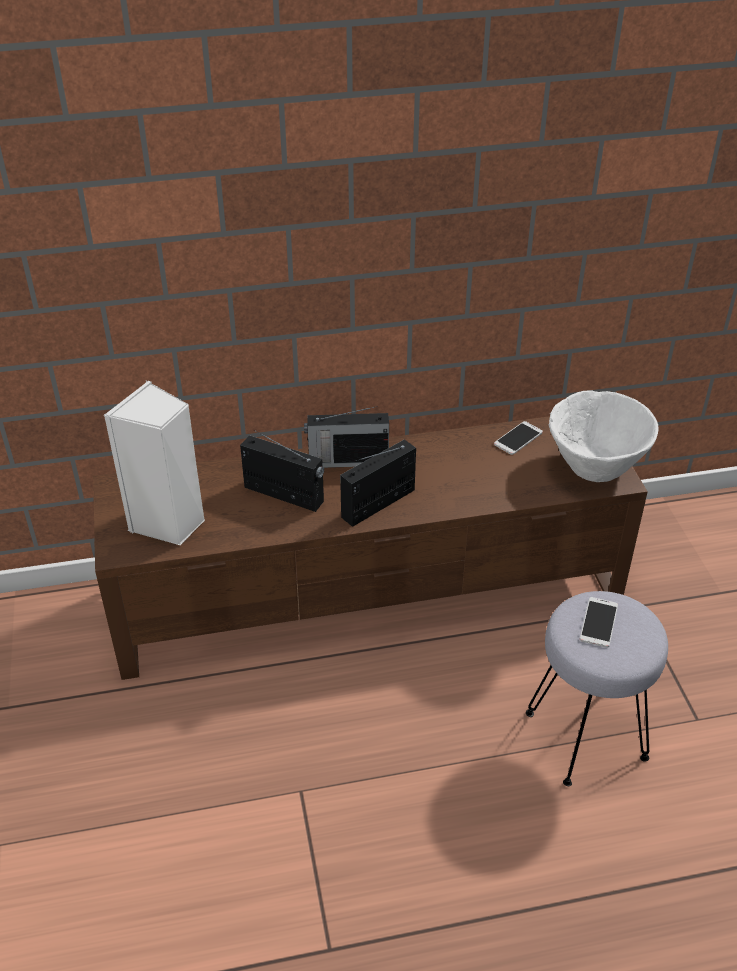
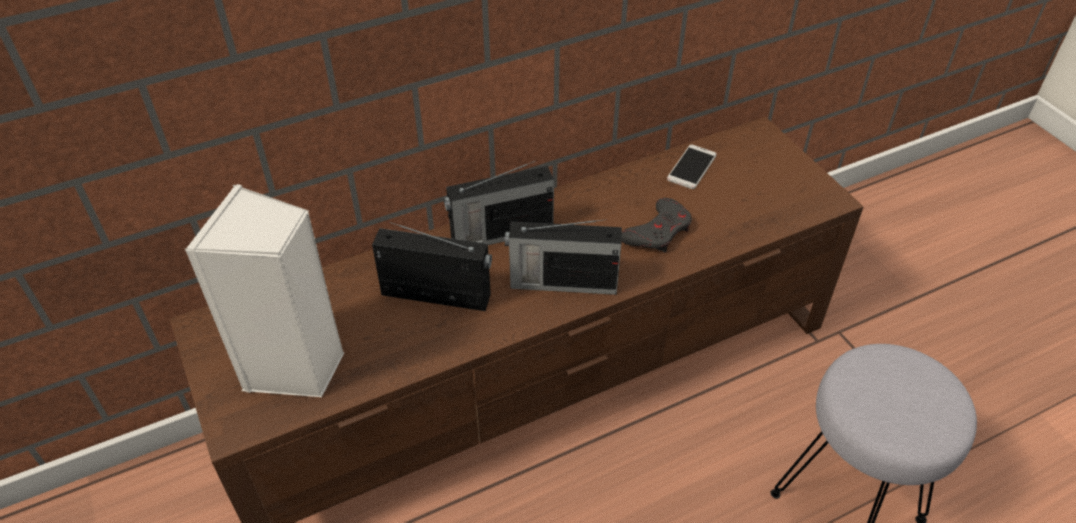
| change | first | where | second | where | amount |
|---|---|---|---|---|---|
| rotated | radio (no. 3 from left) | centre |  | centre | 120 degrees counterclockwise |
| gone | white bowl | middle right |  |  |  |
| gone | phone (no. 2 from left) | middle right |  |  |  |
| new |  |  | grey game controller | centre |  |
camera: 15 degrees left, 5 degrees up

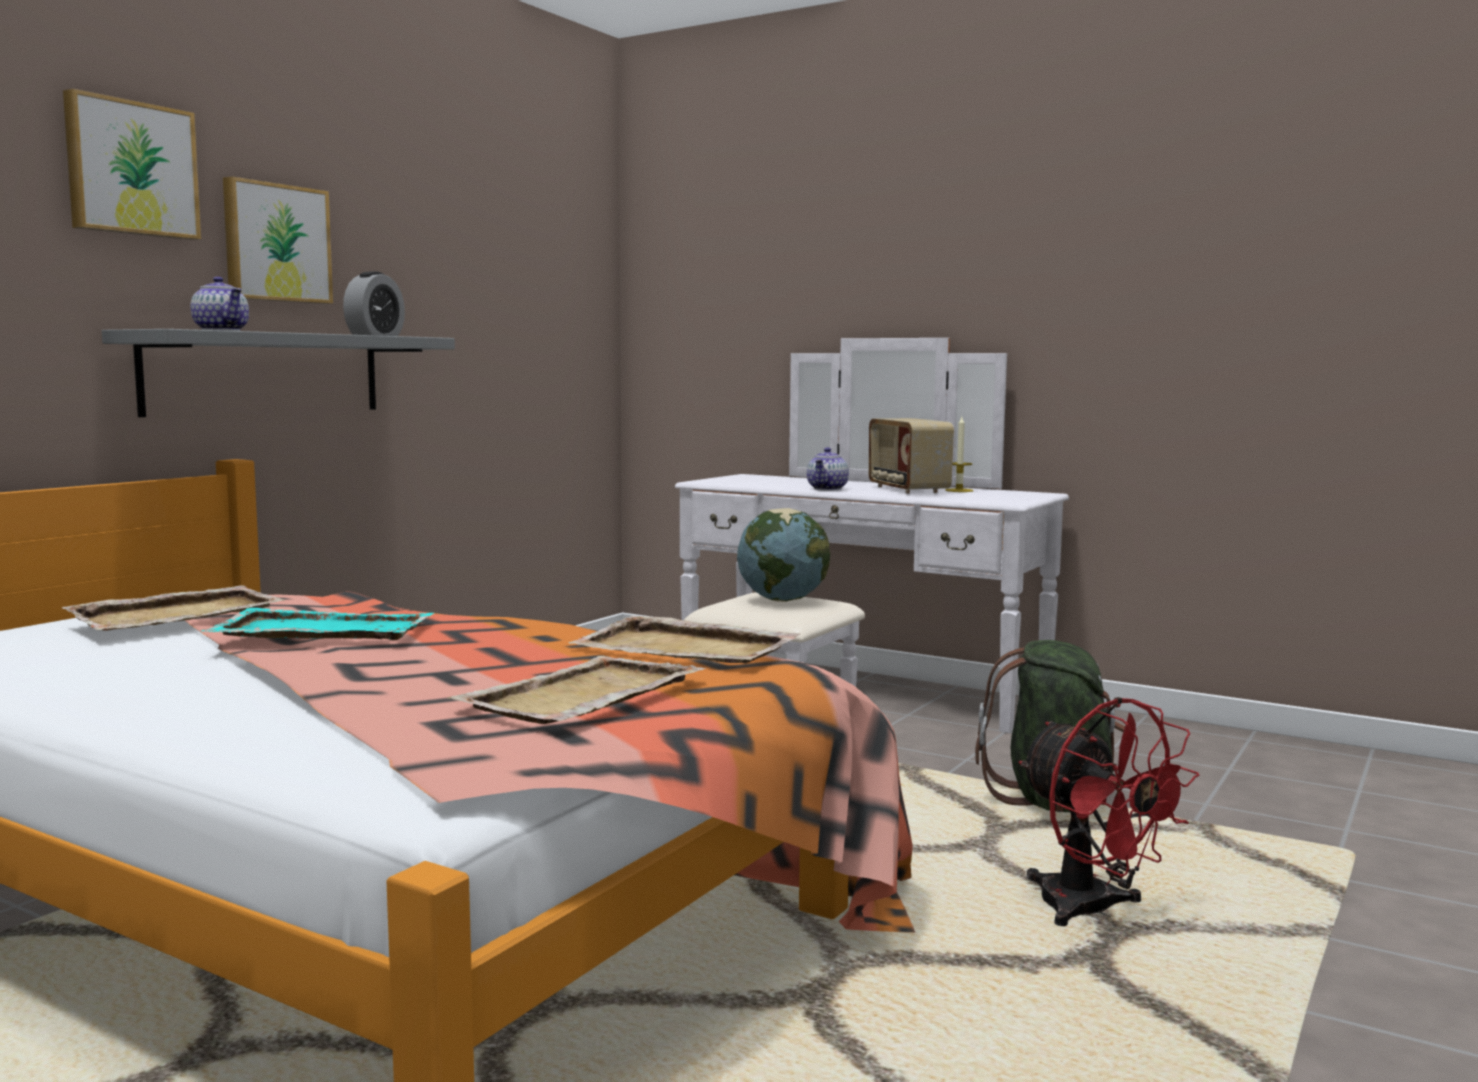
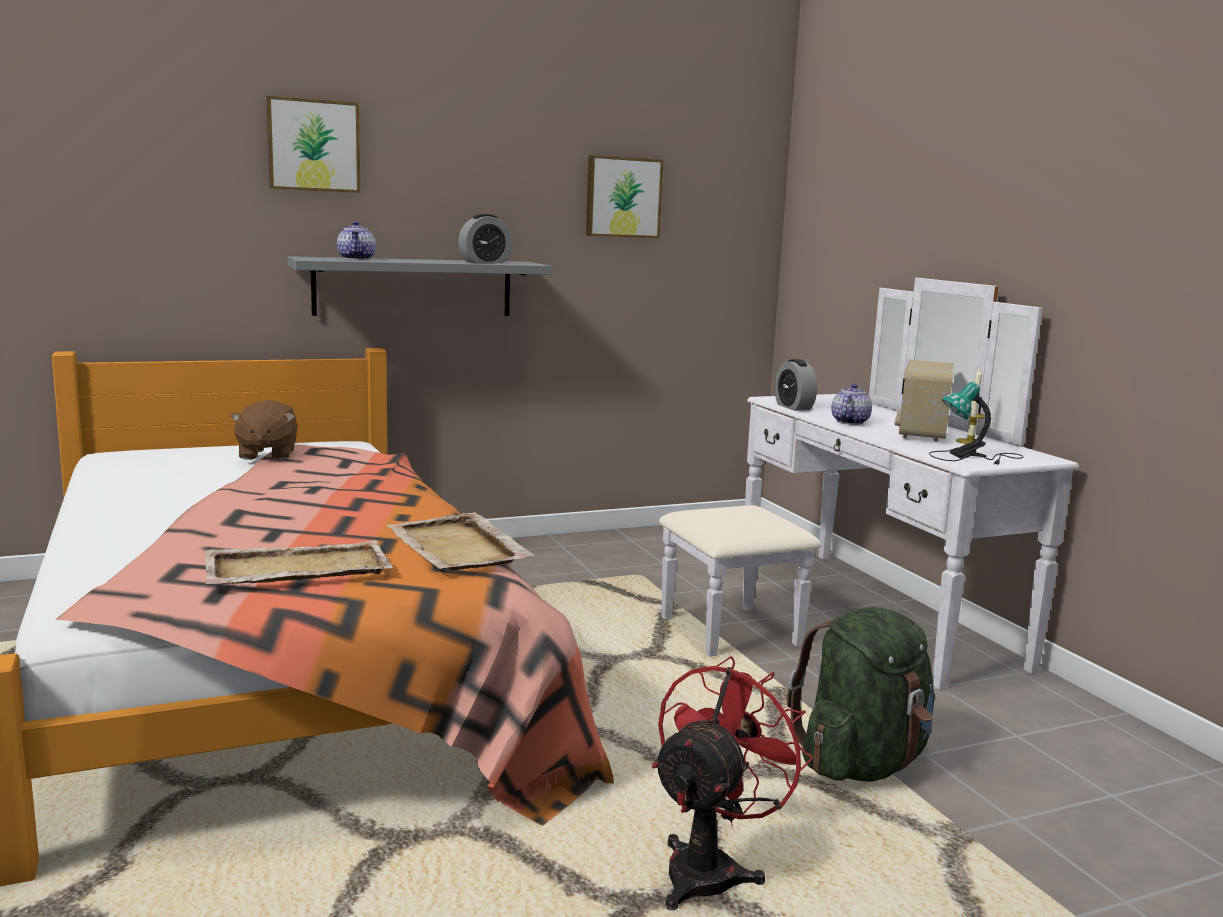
| change | first | where | second | where | amount |
|---|---|---|---|---|---|
| swapped | beige tray (no. 1 from left) | middle left | brown plush toy | middle left |  |
| gone | turquoise tray | middle left |  |  |  |
| shifted | picture (no. 2 from left) | top left |  | top centre |  |
| gone | globe | centre |  |  |  |
| rotated | teapot (no. 2 from left) | centre |  | middle right | 150 degrees clockwise |
| rotated | red fan | bottom right |  | bottom centre | 150 degrees counterclockwise |
| new |  |  | alarm clock (no. 2 from left) | centre |  |
| new |  |  | table lamp | middle right |  |
camera: 35 degrees right, 5 degrees up

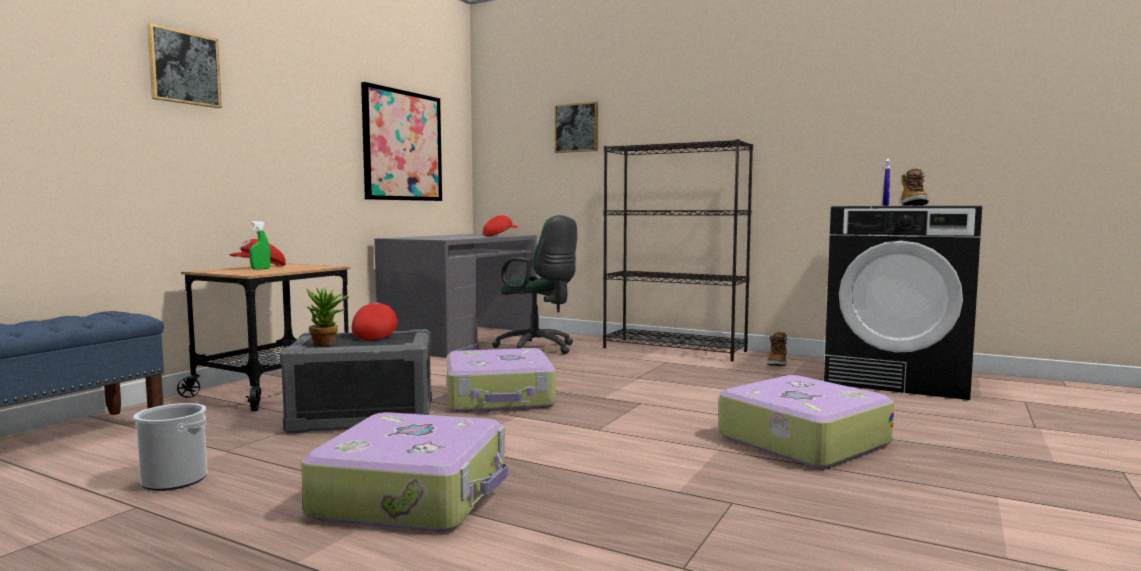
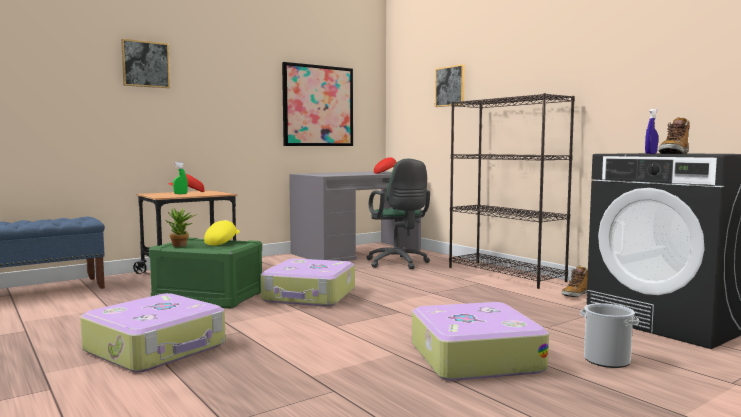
| change | first | where | second | where | amount |
|---|---|---|---|---|---|
| shifted | bucket | bottom left |  | bottom right |  |
| repainted | grey storage box | bottom left | green storage box | middle left |  |
| repainted | red cap (no. 2 from left) | middle left | yellow cap | middle left |  |
camera: 25 degrees right, 0 degrees up

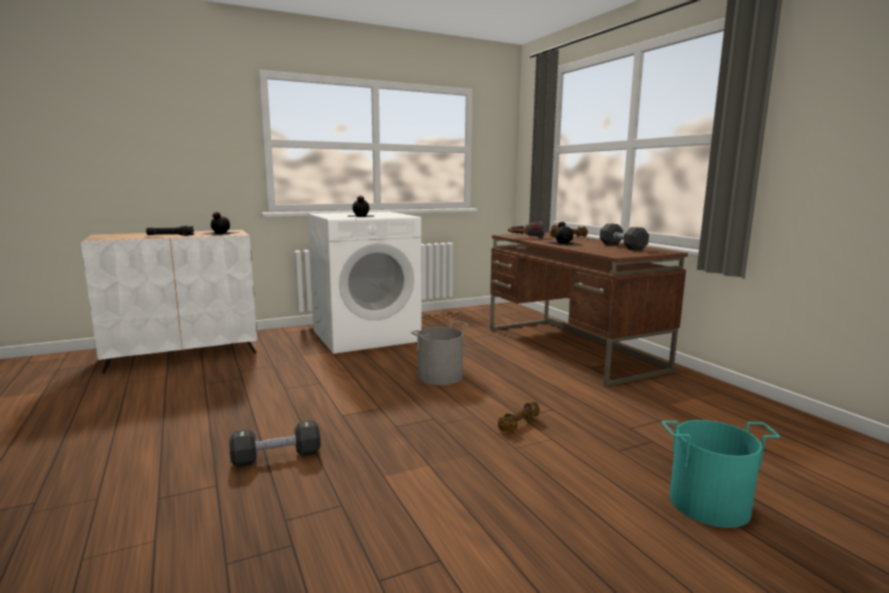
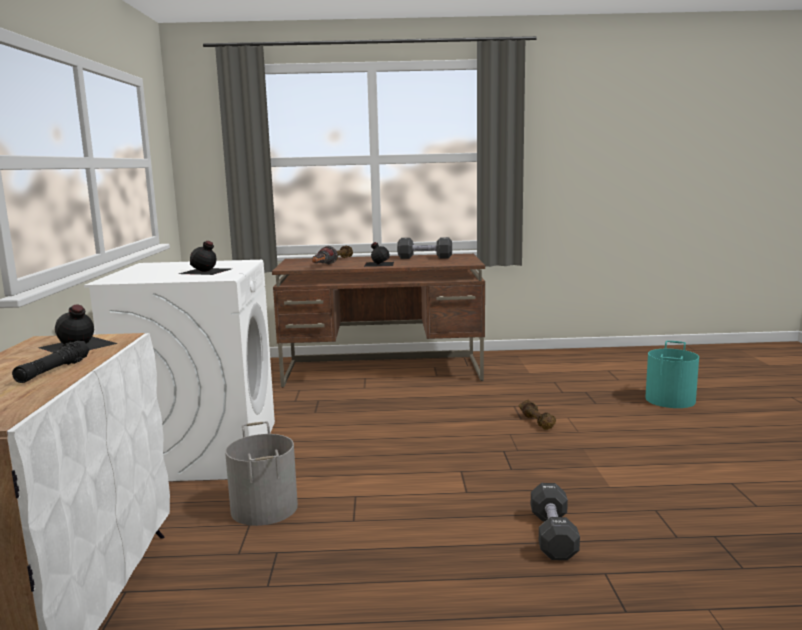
| change | first | where | second | where | amount |
|---|---|---|---|---|---|
| shifted | grey bucket | centre |  | bottom left |  |
camera: 65 degrees left, 0 degrees up

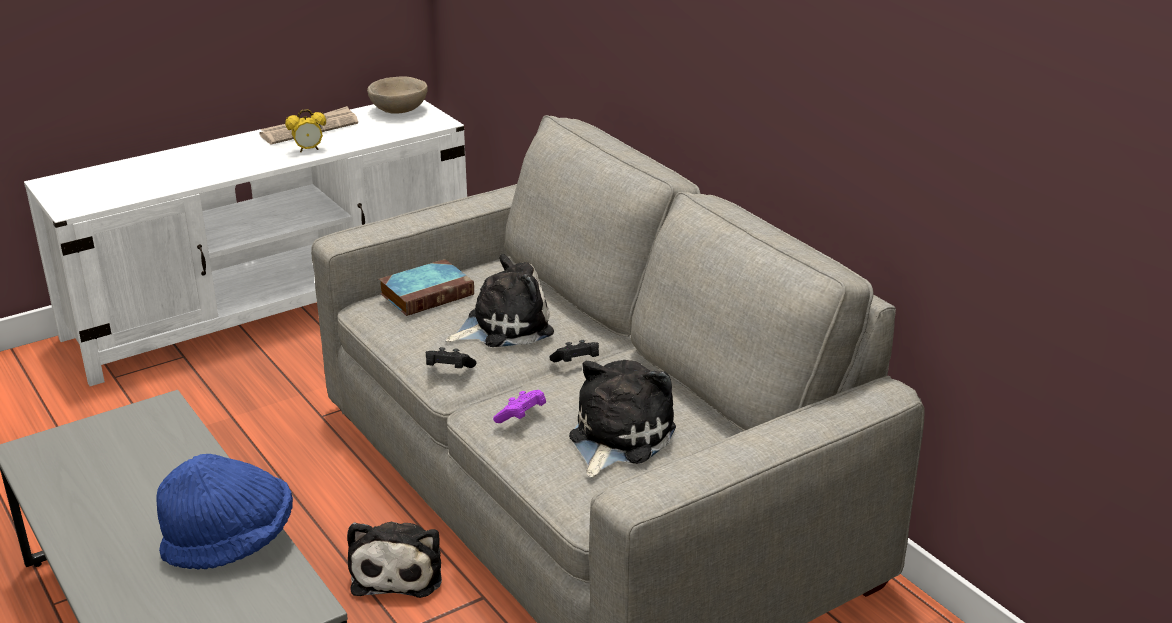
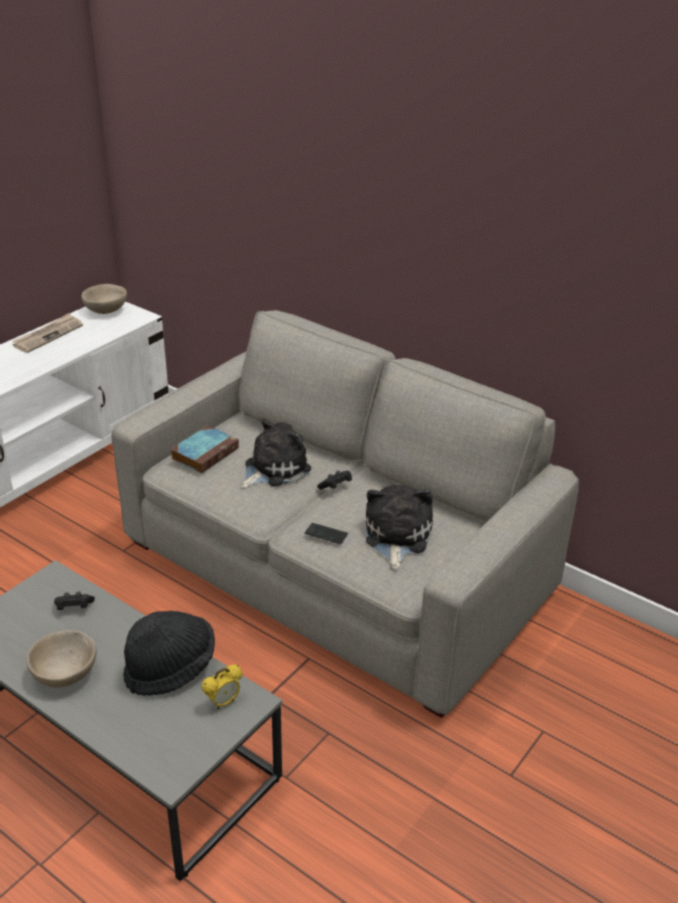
| change | first | where | second | where | amount |
|---|---|---|---|---|---|
| repainted | blue hat | bottom left | black hat | bottom left |  |
| shifted | alarm clock | top left |  | bottom left |  |
| gone | plush toy (no. 1 from left) | bottom centre |  |  |  |
| shifted | black game controller (no. 1 from left) | centre |  | middle left |  |
| swapped | purple game controller | centre | phone | centre |  |
| new |  |  | beige bowl (no. 1 from left) | bottom left |  |
camera: 20 degrees left, 5 degrees up

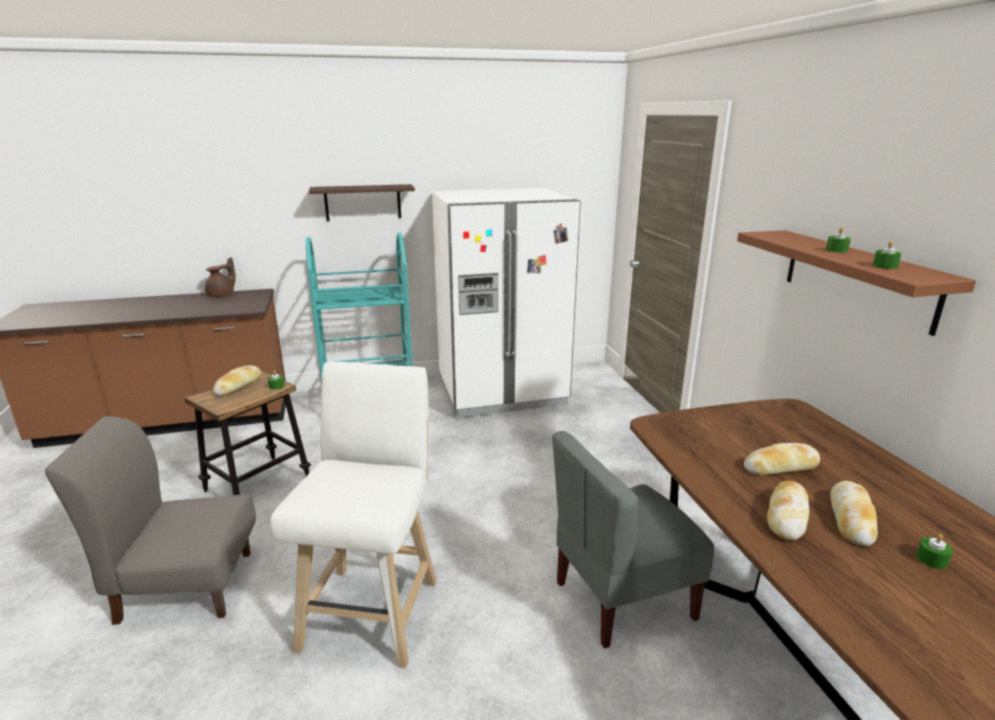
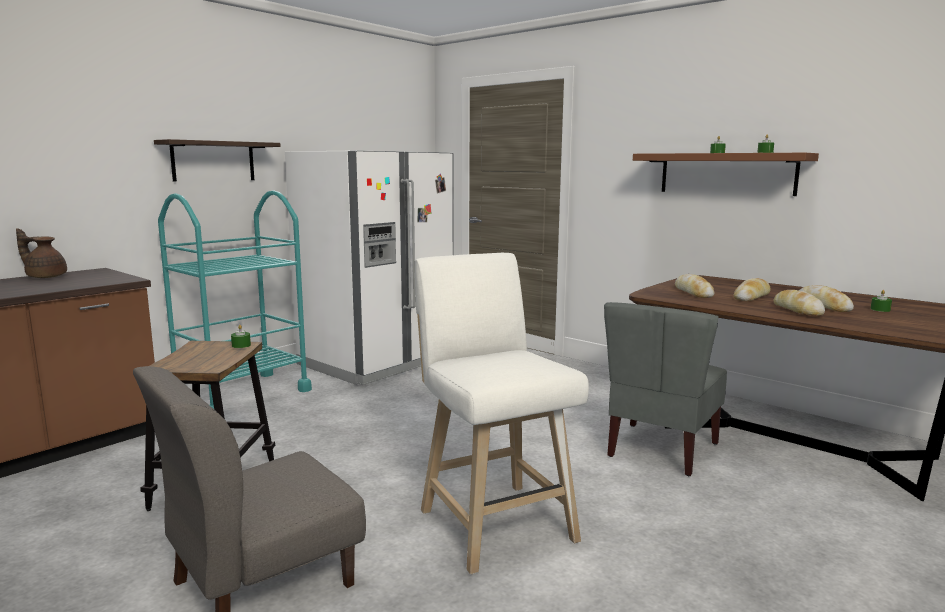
| change | first | where | second | where | amount |
|---|---|---|---|---|---|
| rotated | brown teapot | middle left |  | middle left | 75 degrees counterclockwise |
| shifted | bread (no. 1 from left) | middle left |  | middle right |  |
camera: 35 degrees left, 10 degrees down

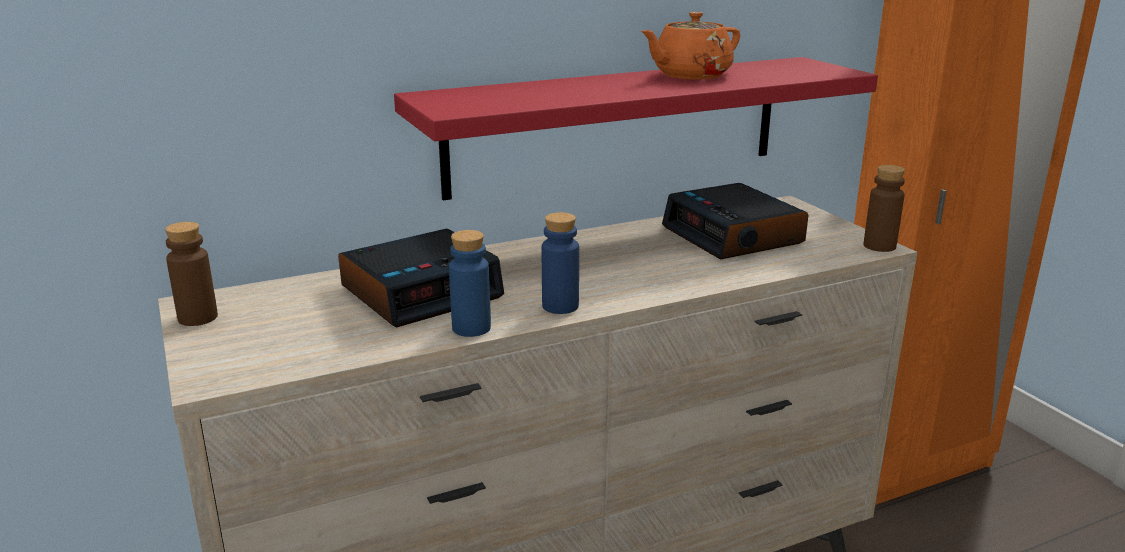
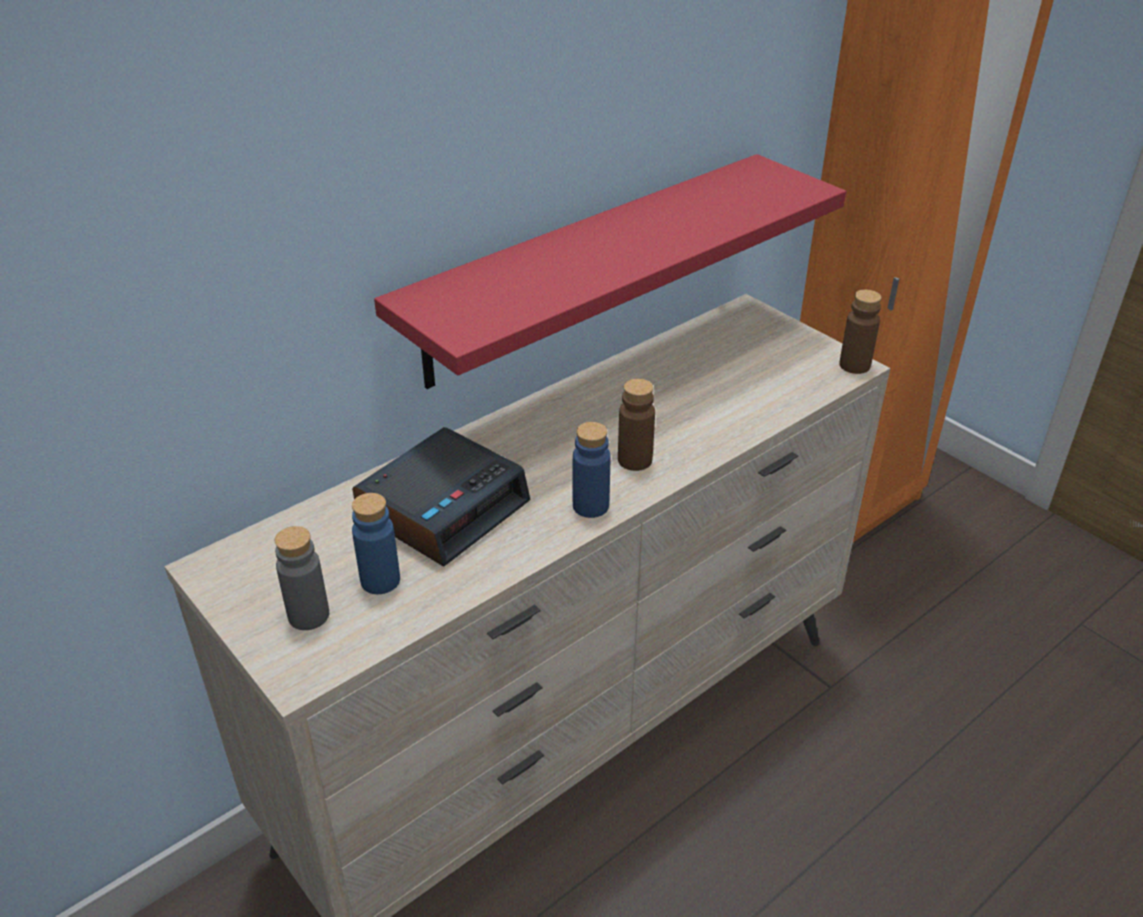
| change | first | where | second | where | amount |
|---|---|---|---|---|---|
| shifted | brown bottle (no. 1 from left) | middle left |  | centre |  |
| shifted | blue bottle (no. 1 from left) | centre |  | middle left |  |
| gone | orange teapot | top centre |  |  |  |
| gone | alarm clock (no. 2 from left) | centre |  |  |  |
| new |  |  | grey bottle | middle left |  |
camera: 15 degrees left, 15 degrees up

